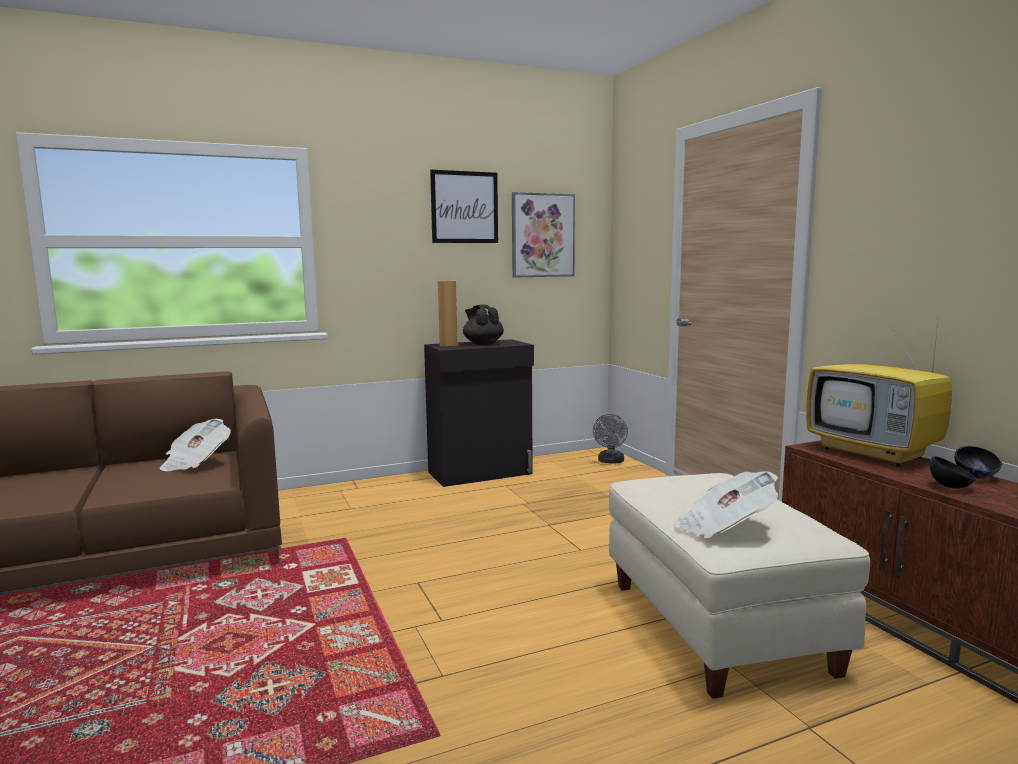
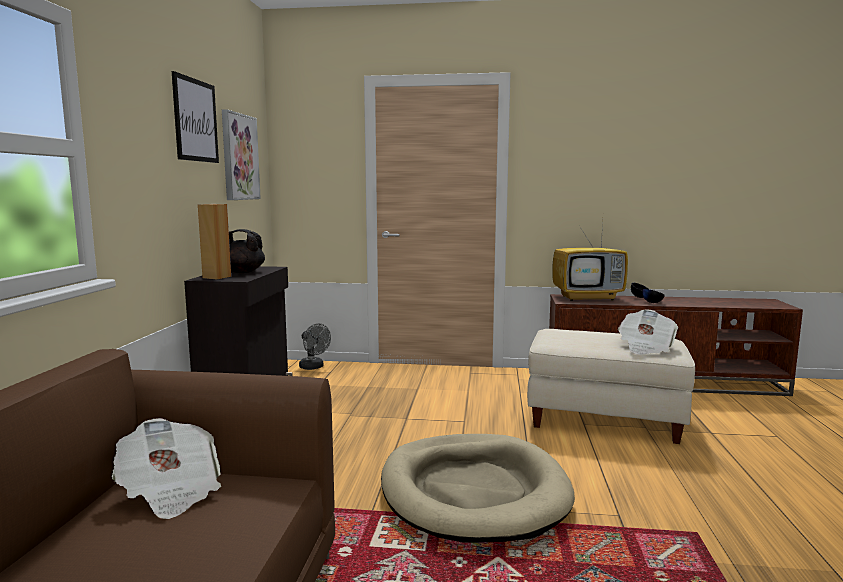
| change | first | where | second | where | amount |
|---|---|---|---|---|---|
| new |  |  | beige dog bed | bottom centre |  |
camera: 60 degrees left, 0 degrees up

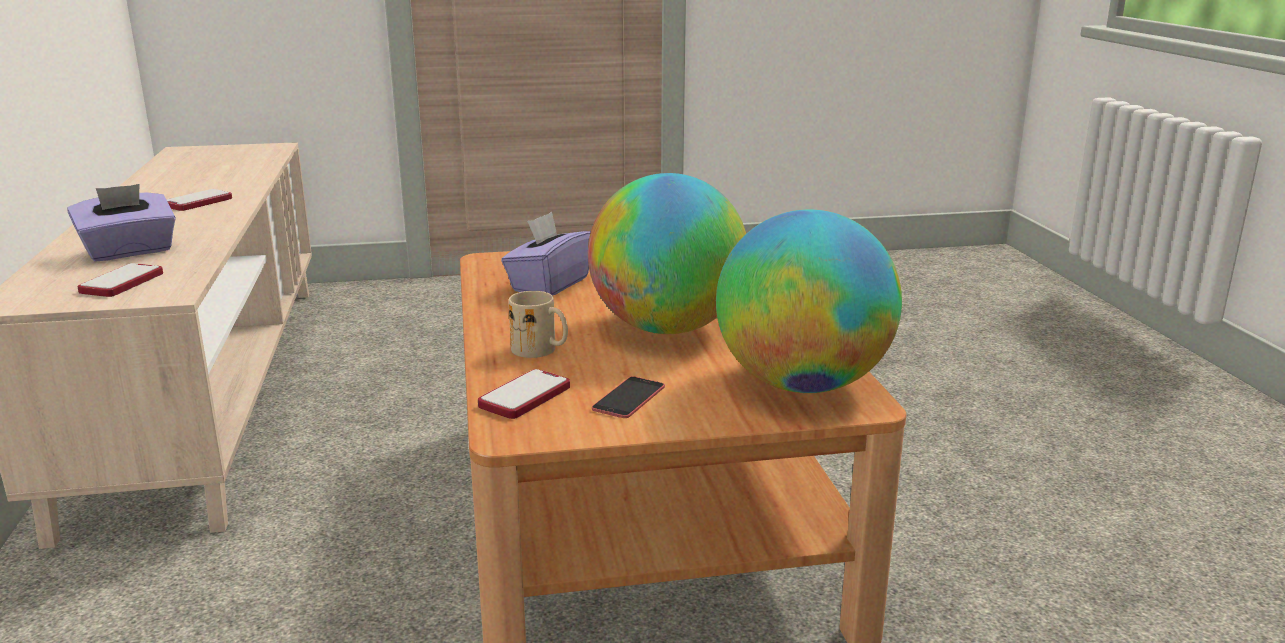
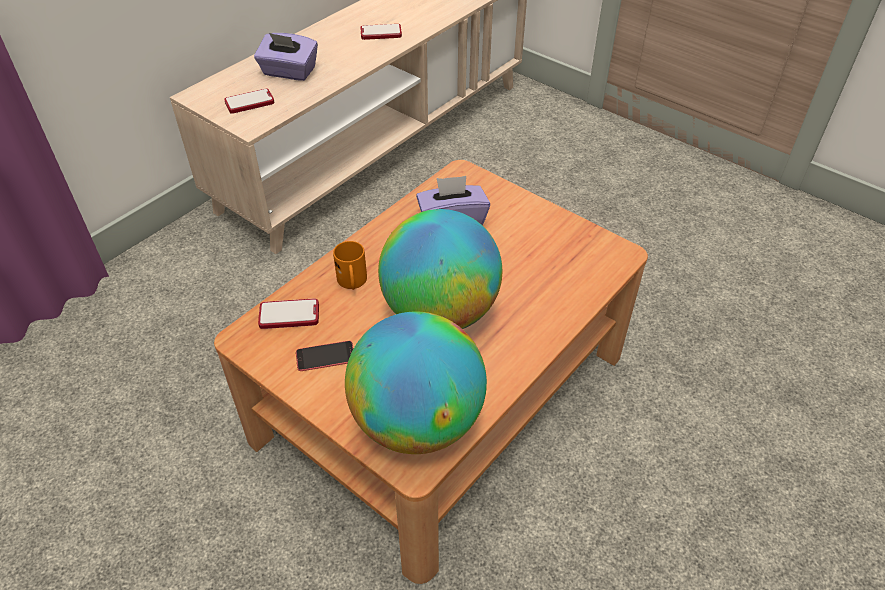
| change | first | where | second | where | amount |
|---|---|---|---|---|---|
| repainted | beige mug | centre | orange mug | centre |  |
camera: 50 degrees right, 25 degrees up

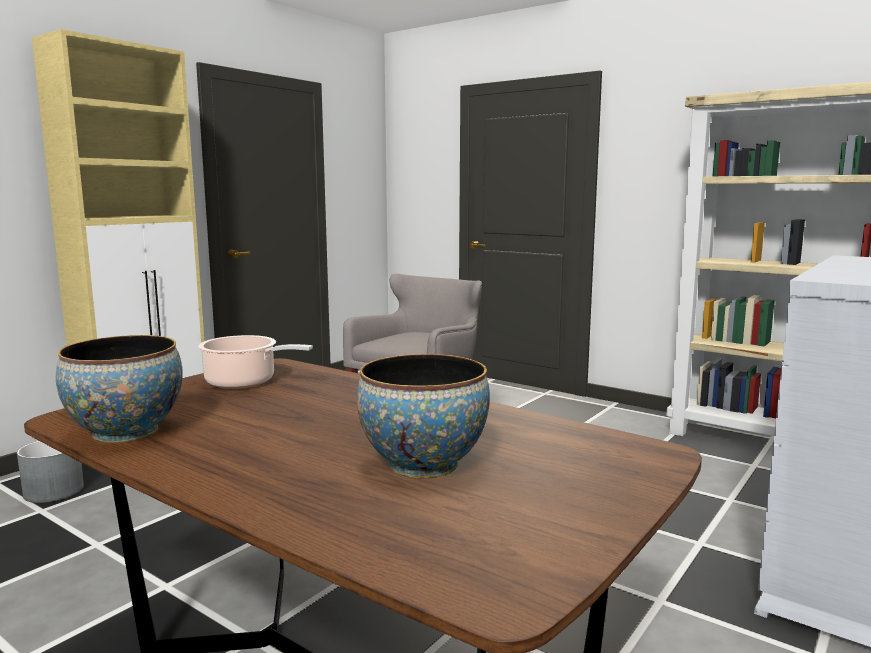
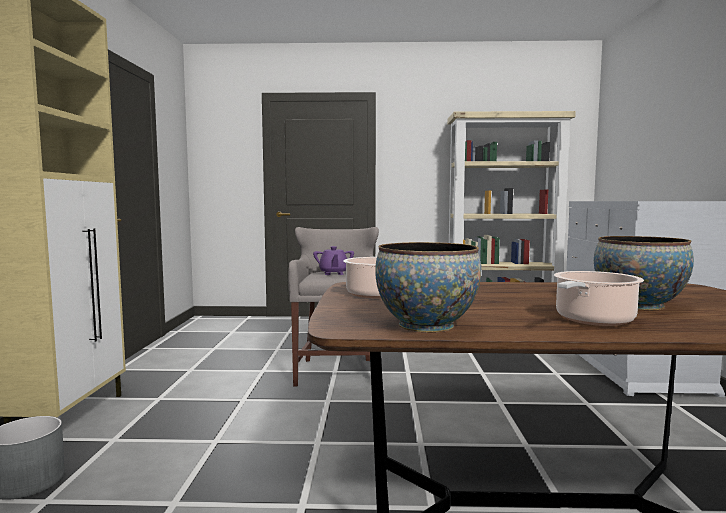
| change | first | where | second | where | amount |
|---|---|---|---|---|---|
| new |  |  | purple teapot | centre |  |
| new |  |  | cooking pot (no. 2 from left) | middle right |  |
camera: 35 degrees left, 5 degrees down

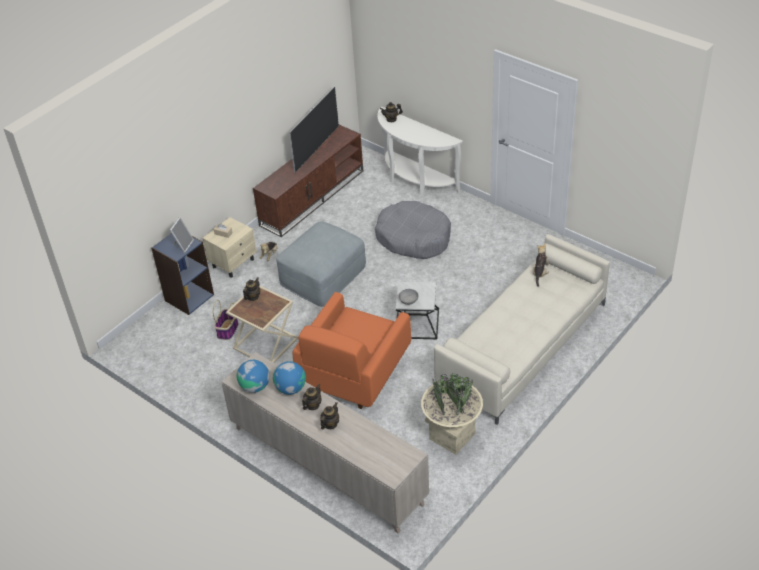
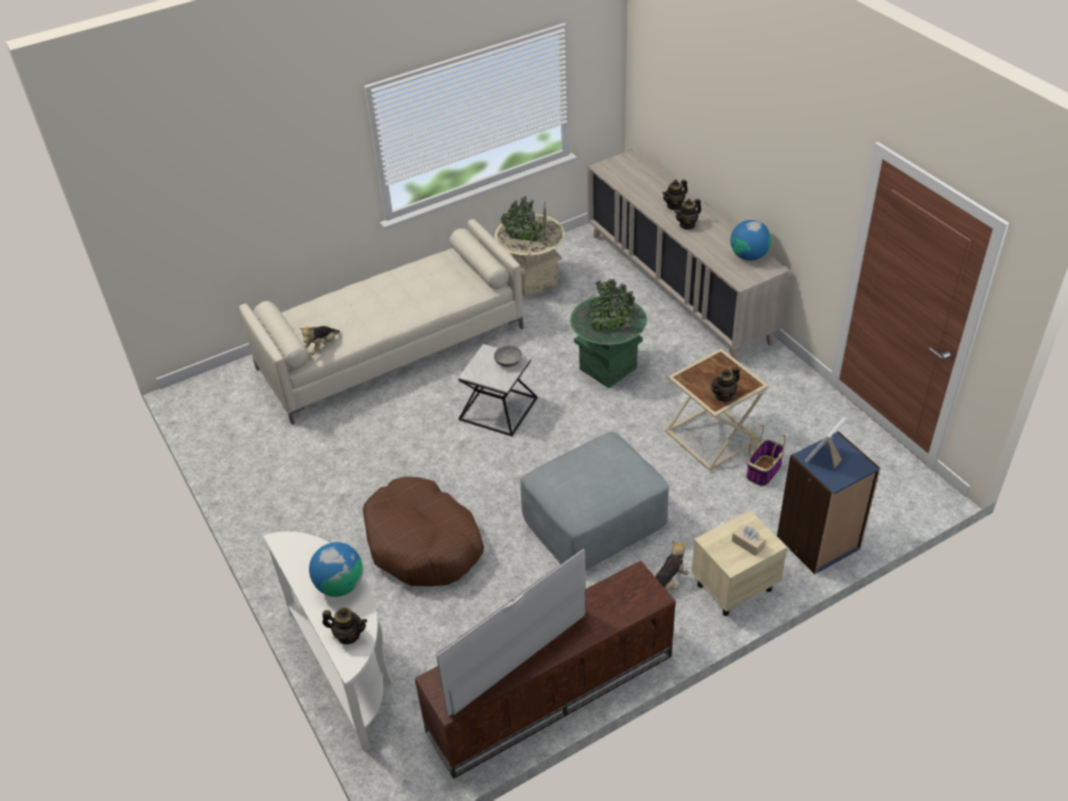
| change | first | where | second | where | amount |
|---|---|---|---|---|---|
| shifted | globe (no. 2 from left in the first image) | centre | globe (no. 1 from left) | bottom left |  |
| swapped | orange armchair | centre | green planter | centre |  |
| repainted | grey dog bed | centre | brown dog bed | centre |  |
camera: 160 degrees left, 0 degrees up

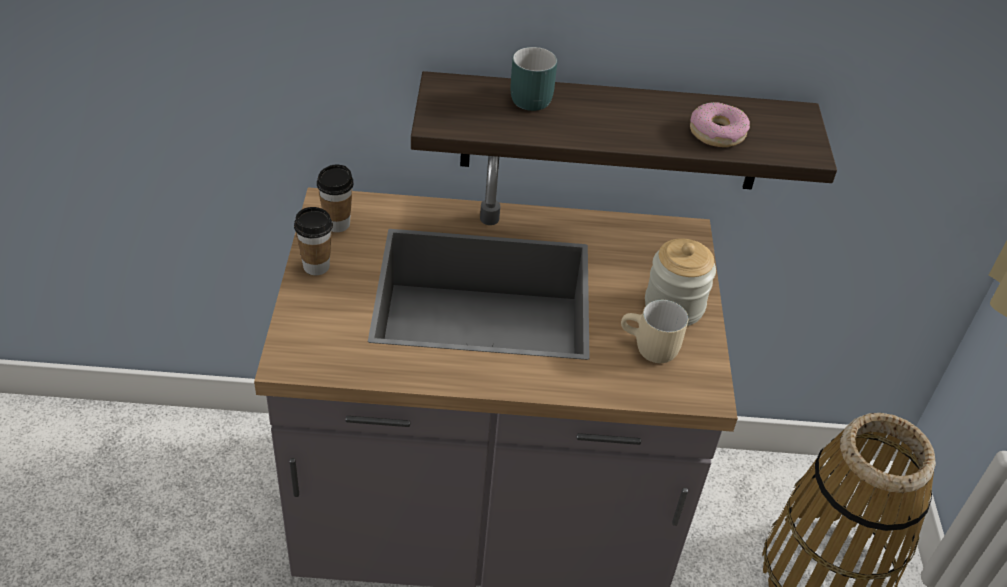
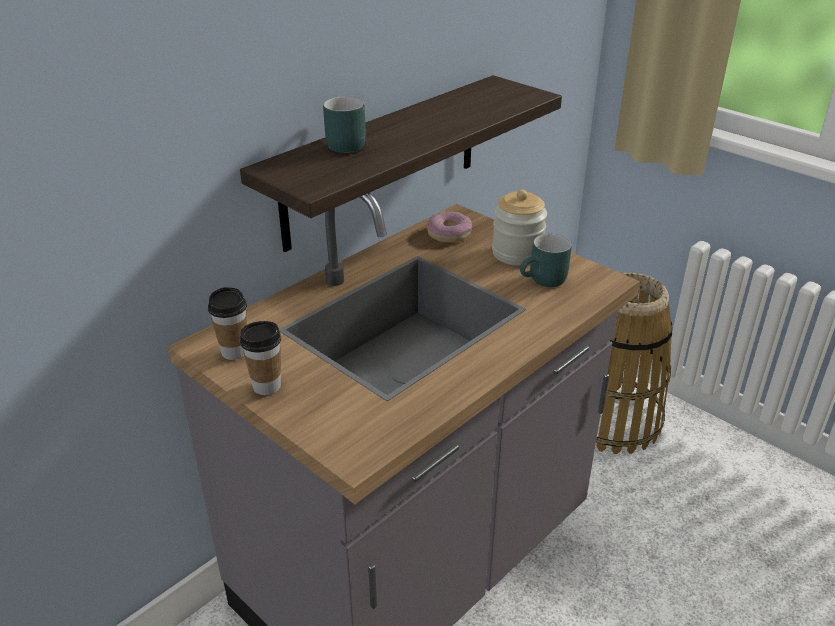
| change | first | where | second | where | amount |
|---|---|---|---|---|---|
| repainted | beige mug | centre | turquoise mug (no. 2 from left) | centre |  |
| shifted | donut | top right |  | centre |  |
camera: 45 degrees left, 10 degrees down

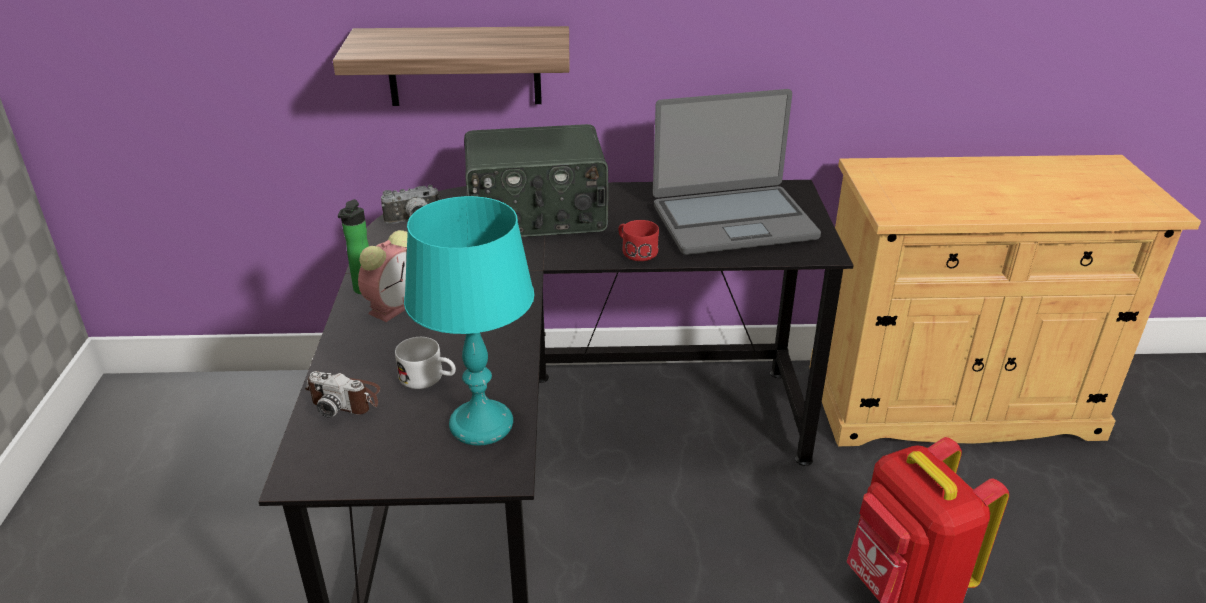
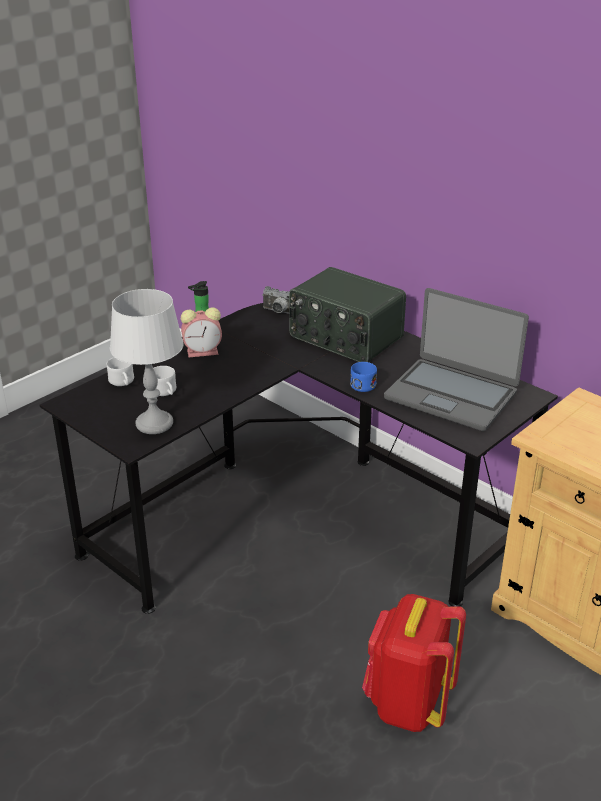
| change | first | where | second | where | amount |
|---|---|---|---|---|---|
| swapped | photo camera (no. 1 from left) | middle left | white mug (no. 1 from left) | middle left |  |
| gone | shelf | top centre |  |  |  |
| repainted | turquoise table lamp | centre | grey table lamp | middle left |  |
| repainted | red mug | centre | blue mug | centre |  |
camera: 45 degrees right, 0 degrees up

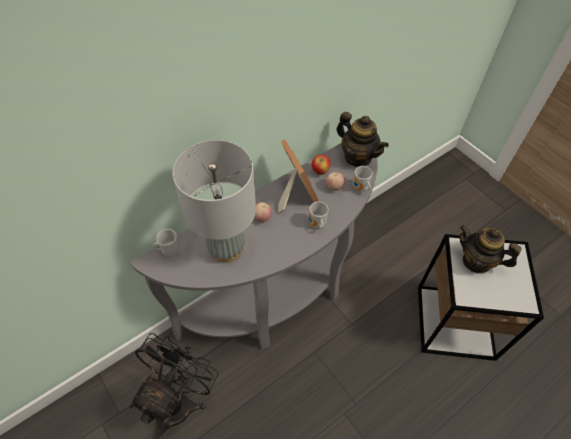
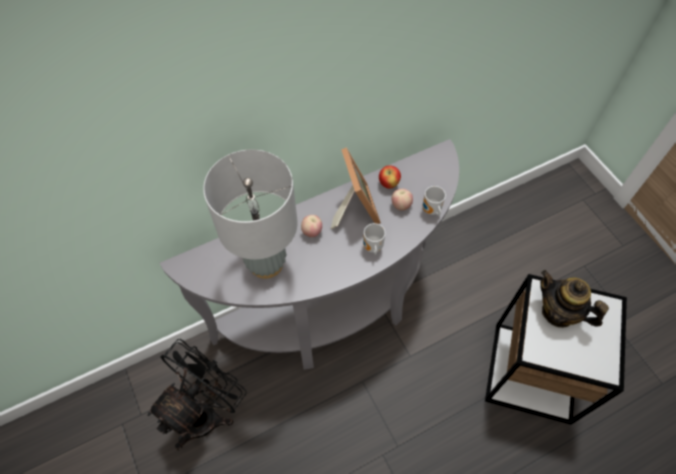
| change | first | where | second | where | amount |
|---|---|---|---|---|---|
| gone | mug (no. 1 from left) | middle left |  |  |  |
| gone | teapot (no. 1 from left) | top centre |  |  |  |
camera: 10 degrees right, 5 degrees up

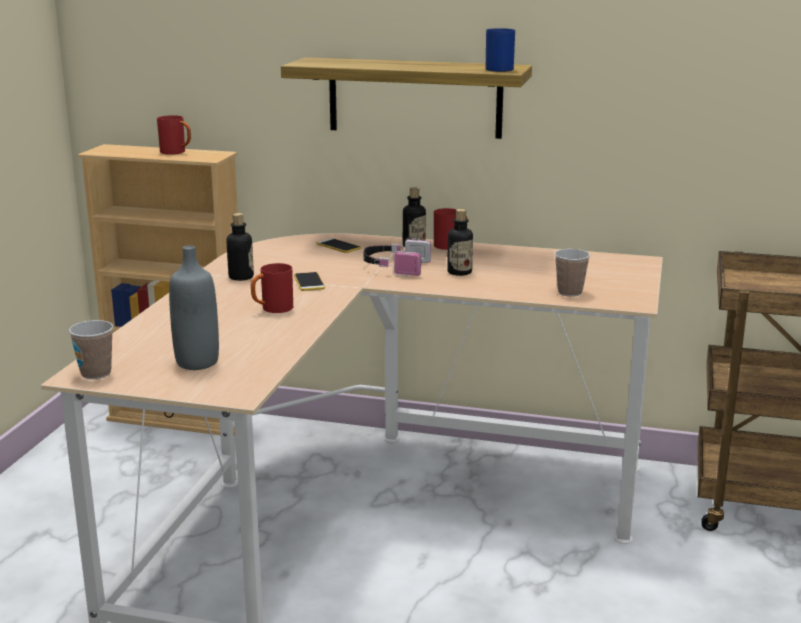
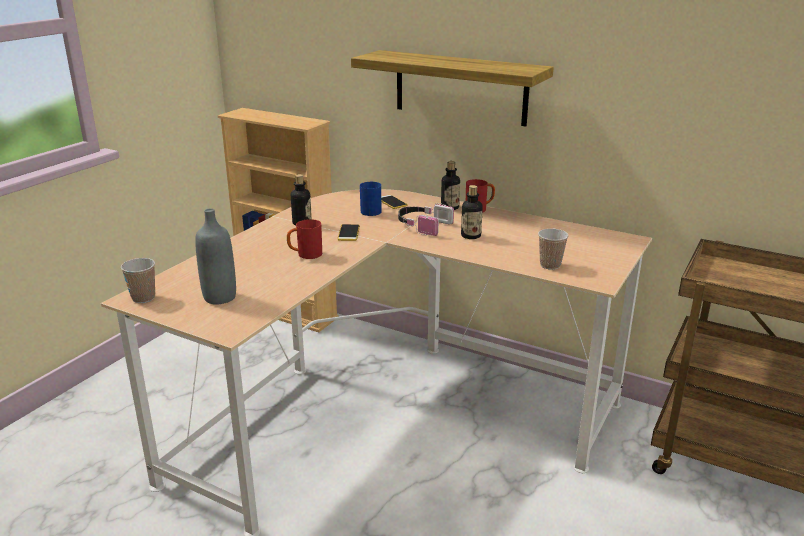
| change | first | where | second | where | amount |
|---|---|---|---|---|---|
| gone | red mug (no. 1 from left) | top left |  |  |  |
| shifted | blue mug | top centre |  | centre |  |
camera: 15 degrees right, 5 degrees up

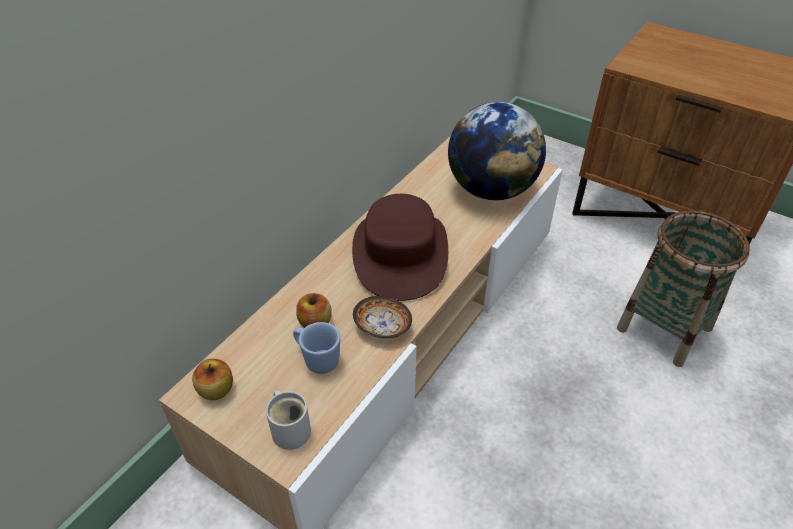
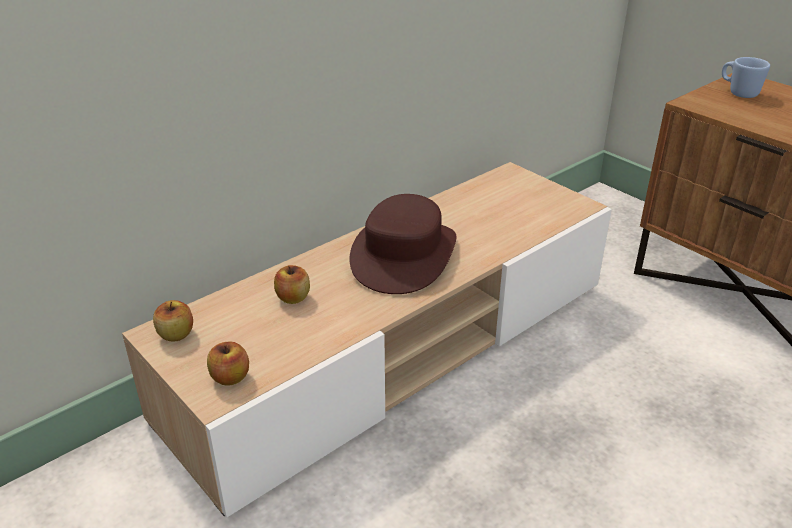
| change | first | where | second | where | amount |
|---|---|---|---|---|---|
| swapped | white mug | bottom centre | apple (no. 2 from left) | bottom left |  |
| shifted | blue mug | centre |  | top right |  |
| gone | bowl | centre |  |  |  |
| gone | globe | top centre |  |  |  |
| gone | basket | middle right |  |  |  |
camera: 15 degrees right, 10 degrees down

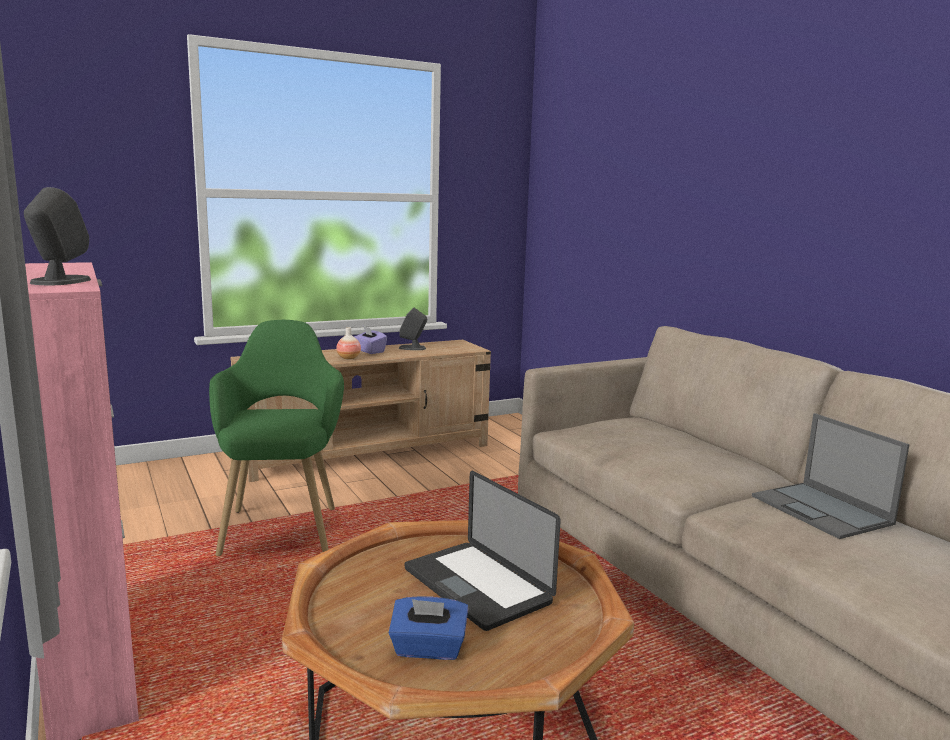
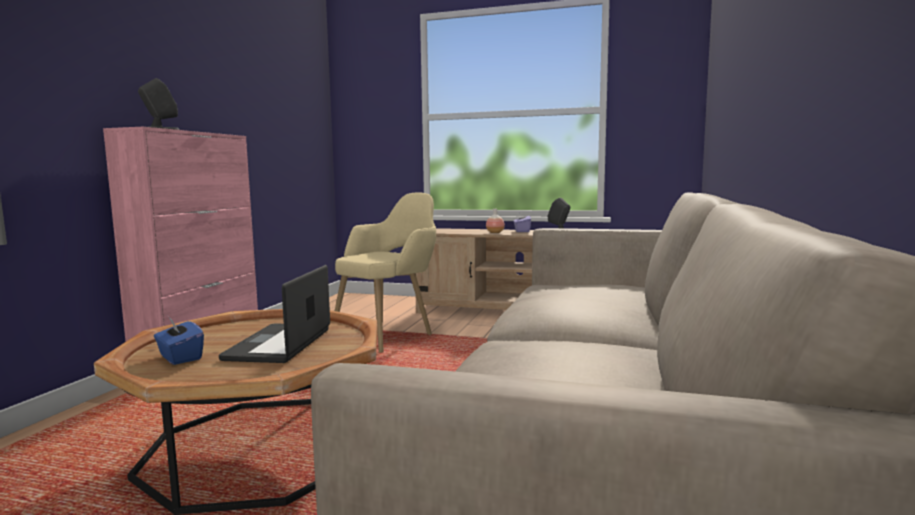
| change | first | where | second | where | amount |
|---|---|---|---|---|---|
| repainted | green armchair | middle left | beige armchair | centre |  |
| gone | laptop (no. 2 from left) | middle right |  |  |  |
camera: 45 degrees right, 5 degrees down

